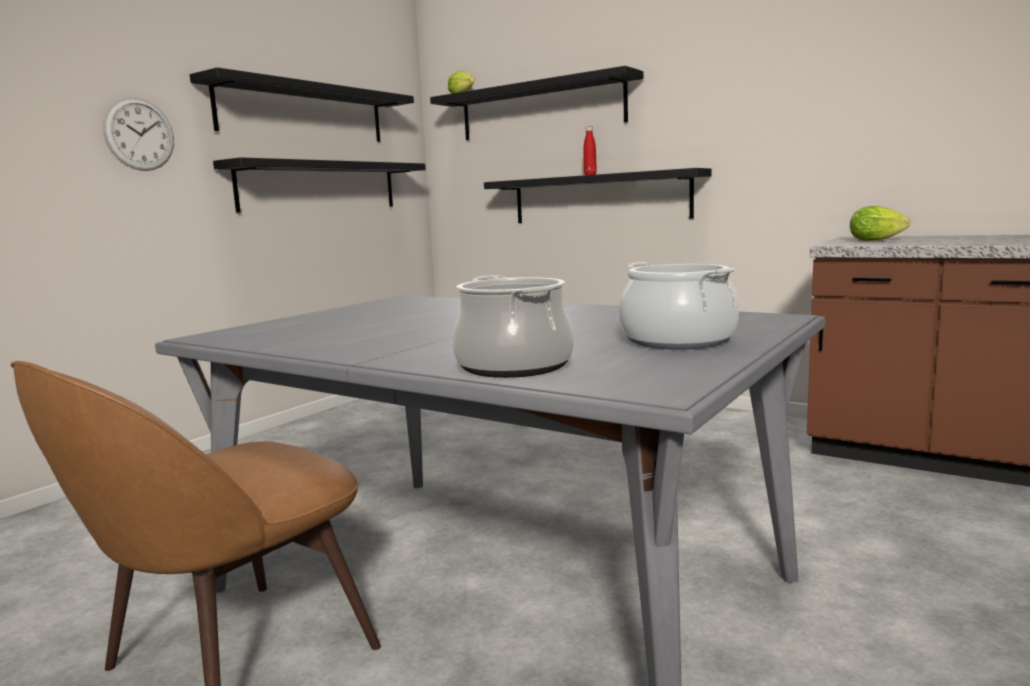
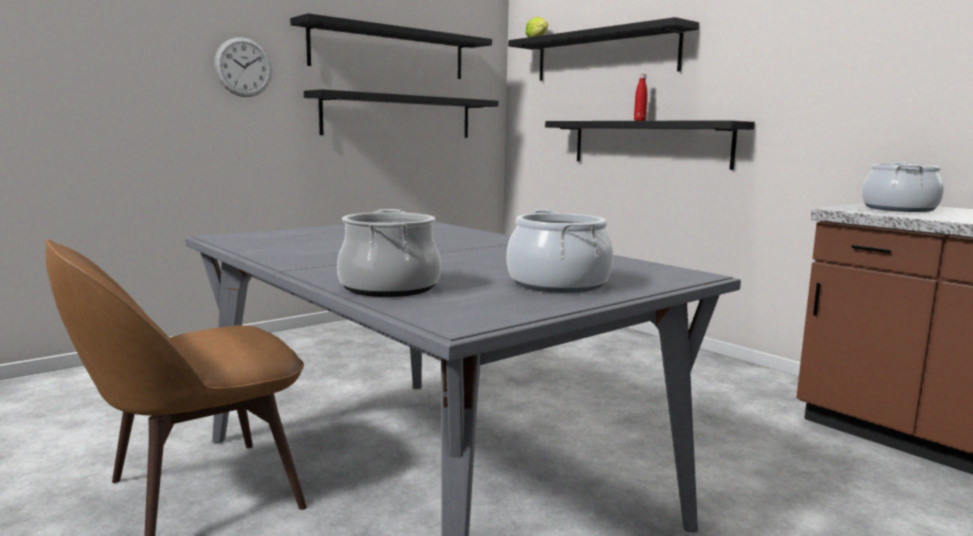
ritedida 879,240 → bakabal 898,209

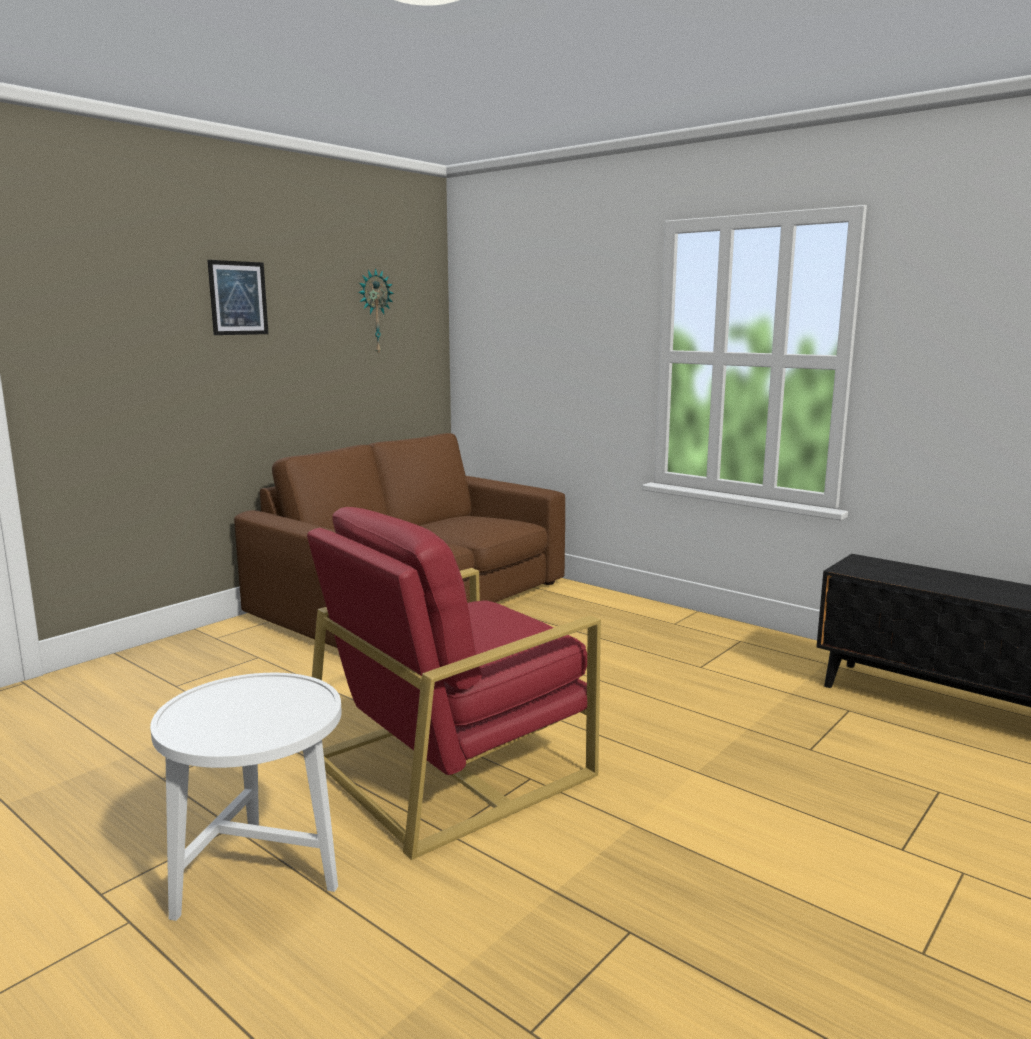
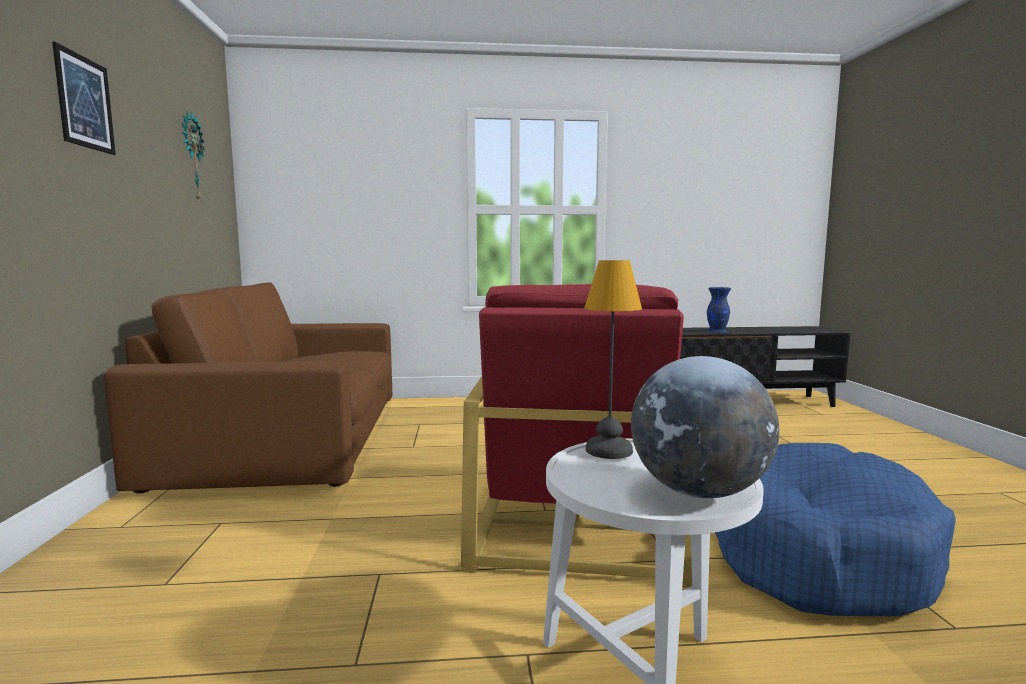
- → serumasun 609,450
- → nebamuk 699,492
- → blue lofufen 717,331
- → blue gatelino 816,551

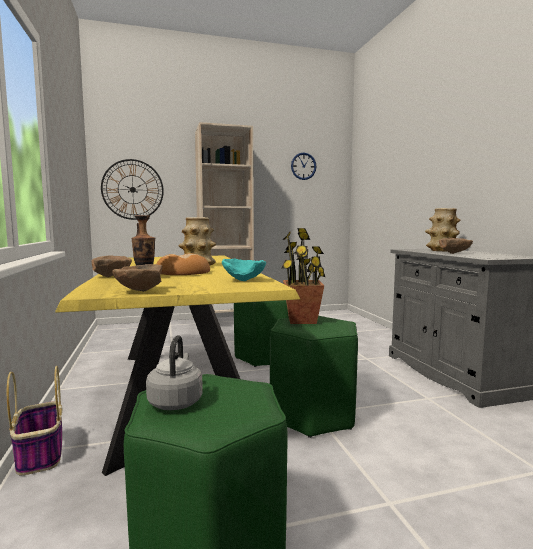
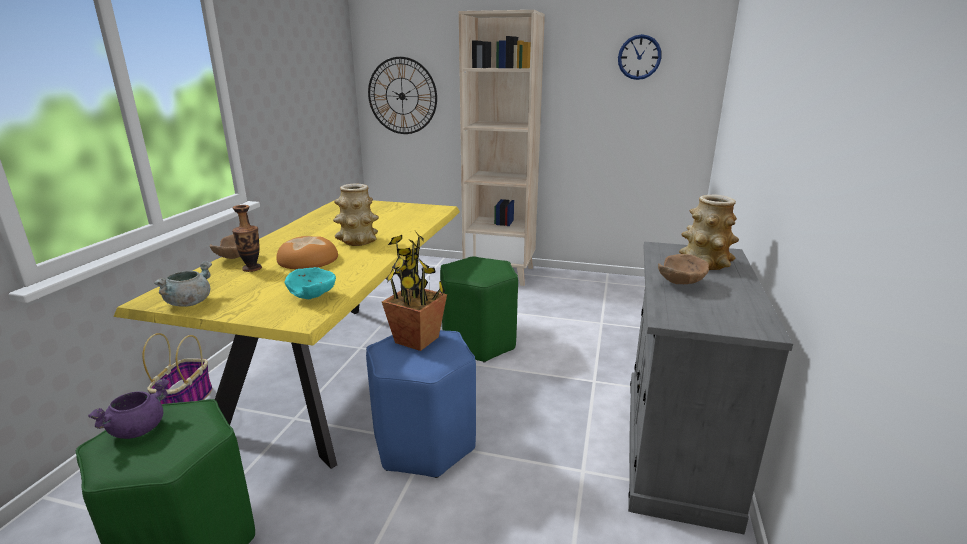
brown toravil 138,291 → grey bakabal 189,302
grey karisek 176,401 → purple bakabal 138,429
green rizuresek 313,415 → blue rizuresek 424,444

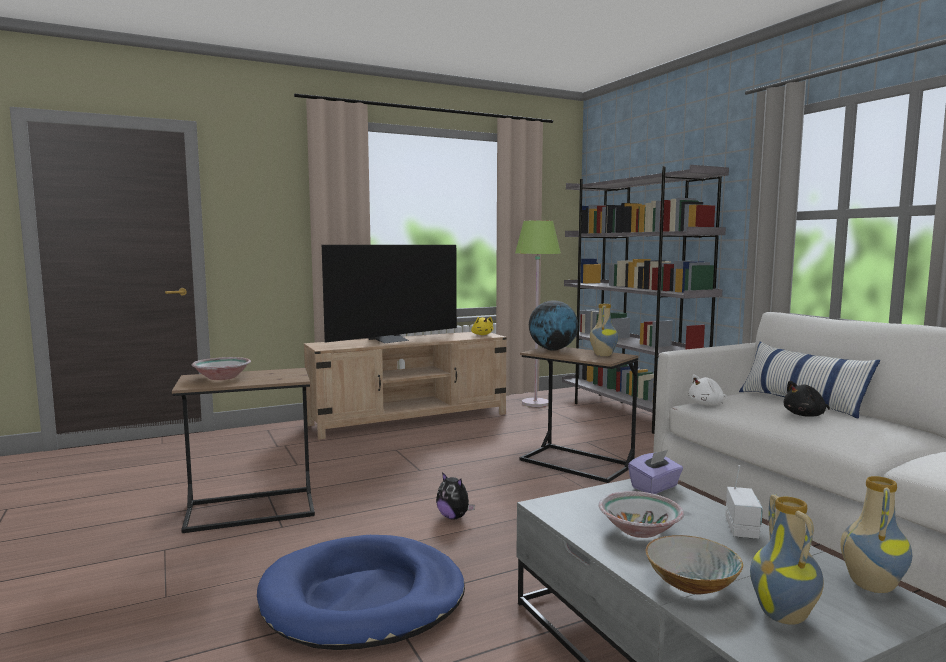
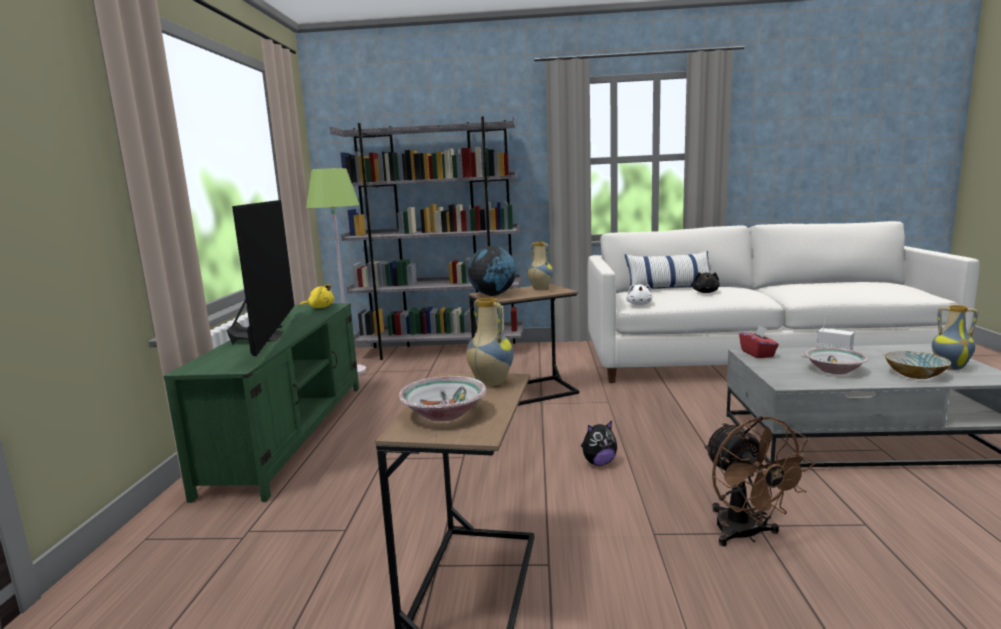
blue gatelino 363,598 → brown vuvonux 745,535
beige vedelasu 410,419 → green vedelasu 291,433
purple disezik 655,487 → red disezik 757,354
lofufen 869,585 → lofufen 490,383, relocated

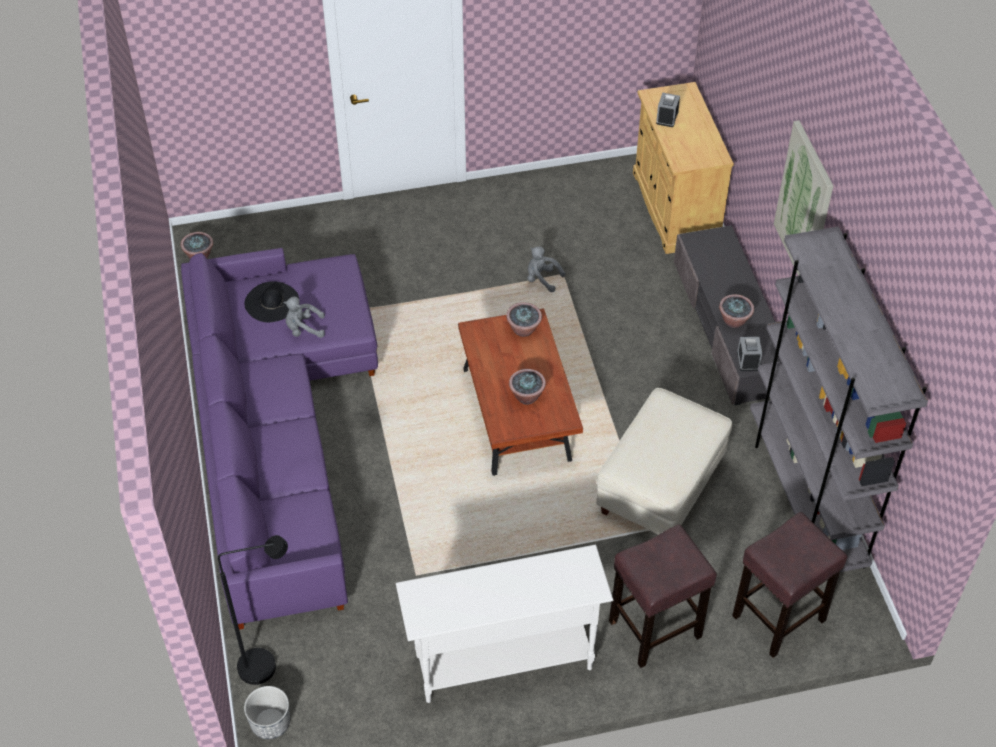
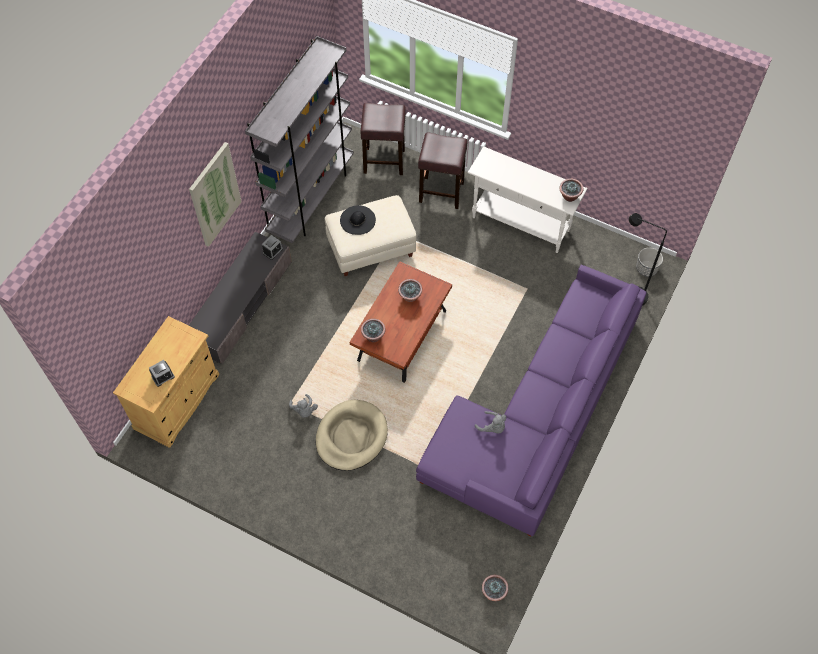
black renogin 271,302 → black renogin 357,220, relocated
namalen 734,321 → namalen 569,196, relocated
- → beige gatelino 351,436

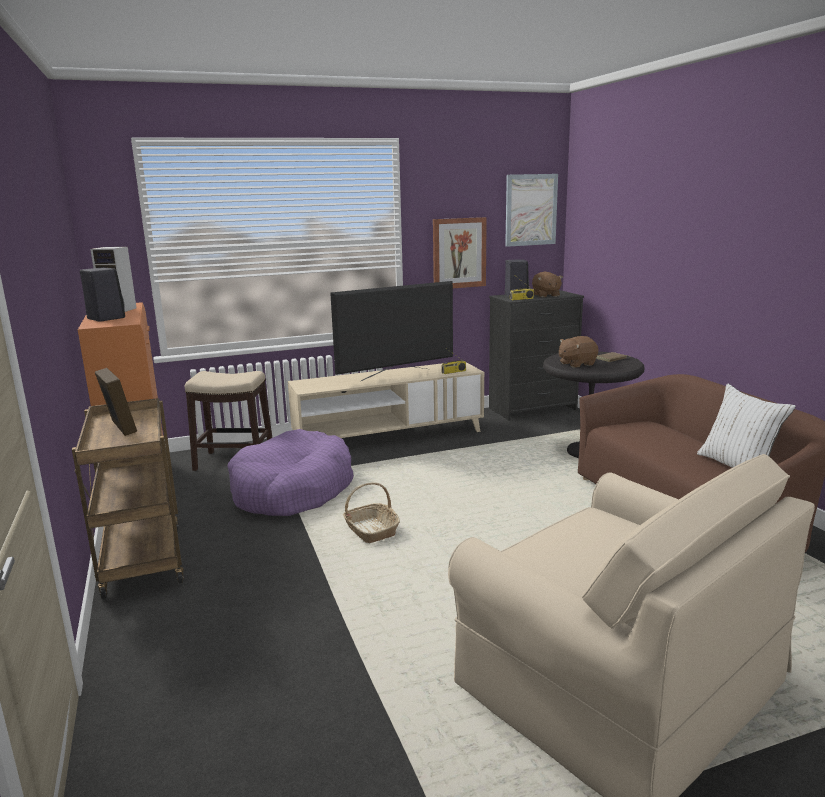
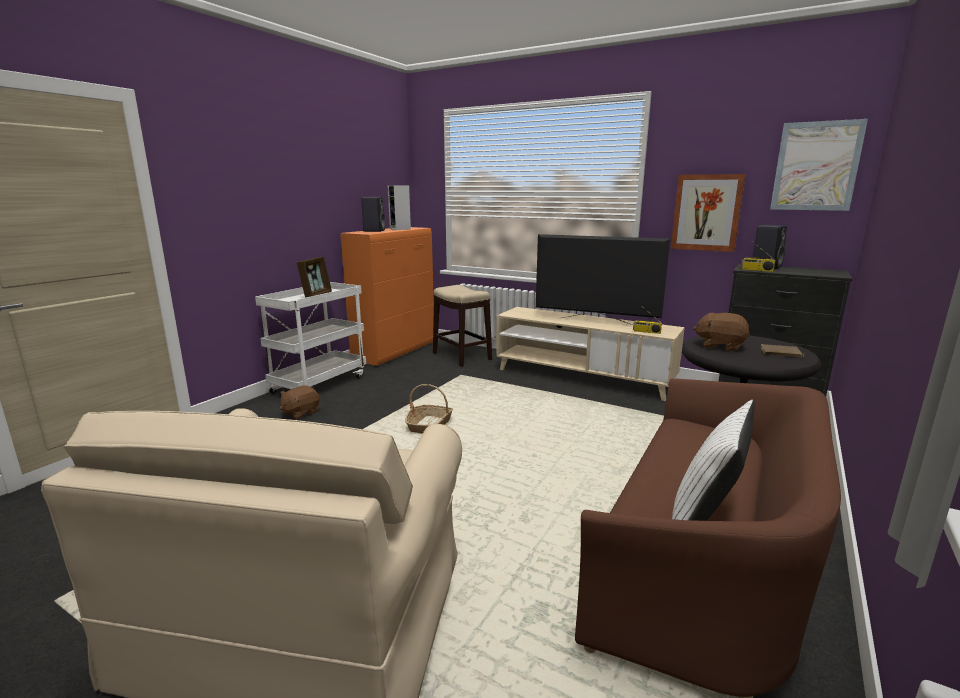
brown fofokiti 141,558 → white fofokiti 319,384
purple gatelino 292,490 → -
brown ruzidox 545,295 → brown ruzidox 300,413, relocated

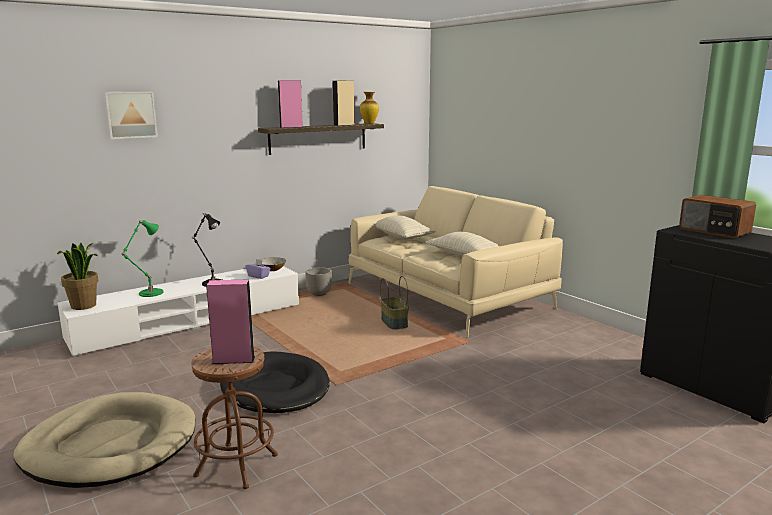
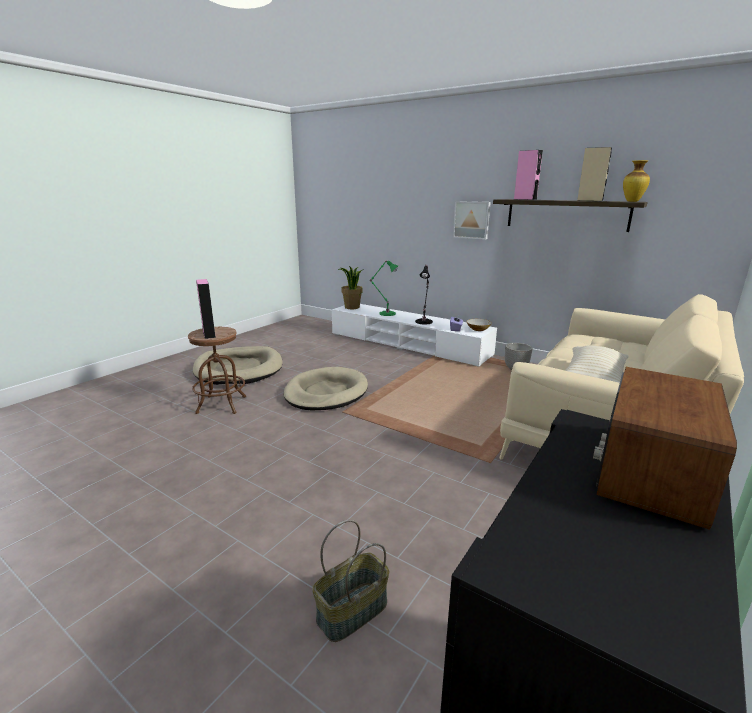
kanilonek 130,115 → kanilonek 472,220, relocated
black gatelino 276,388 → beige gatelino 326,392
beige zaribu 401,237 → -
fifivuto 394,323 → fifivuto 352,612, relocated

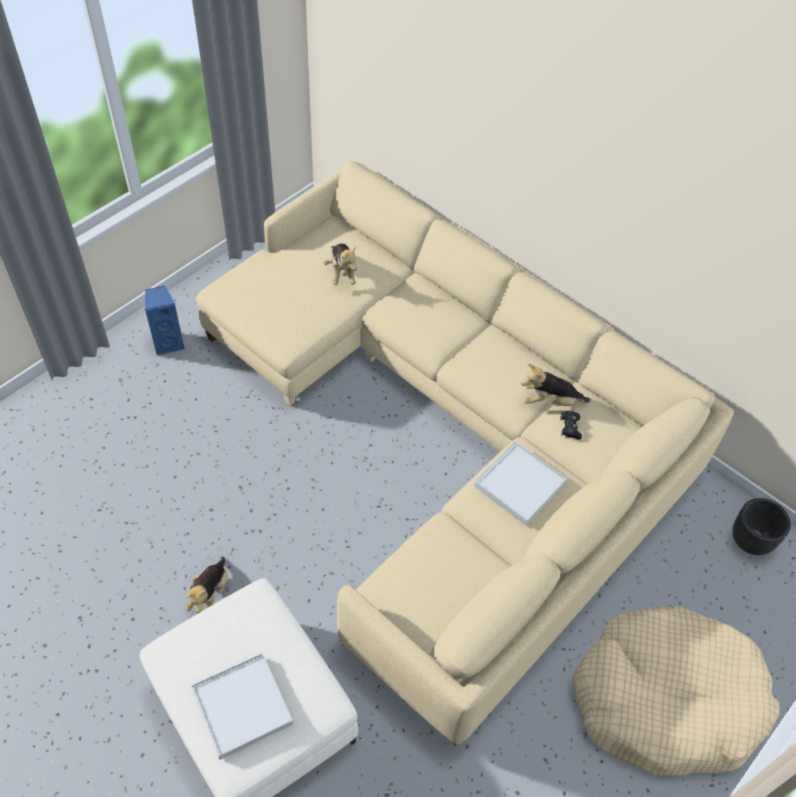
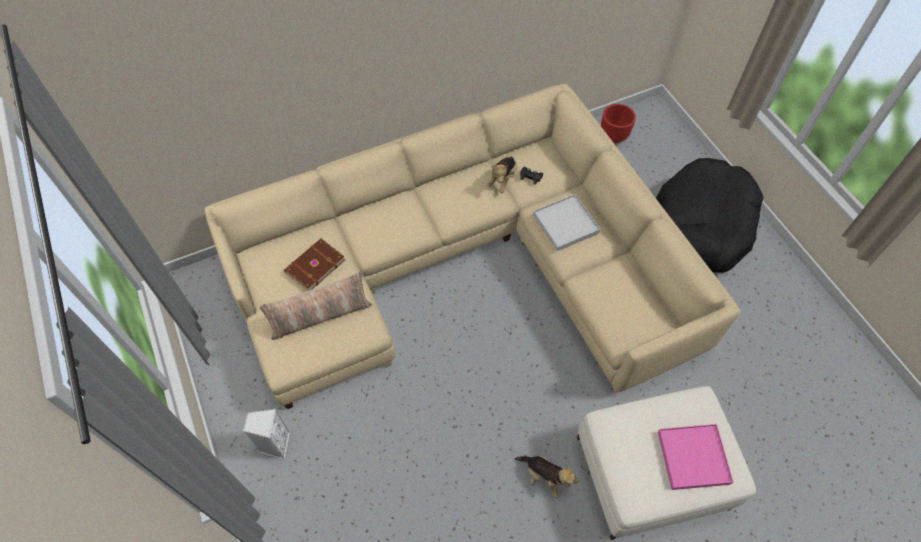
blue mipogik 169,343 → white mipogik 275,444
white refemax 242,706 → pink refemax 693,457
ruzidox 341,272 → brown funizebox 314,266
beige gatelino 665,699 → black gatelino 703,225
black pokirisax 750,542 → red pokirisax 613,136
- → zaribu 320,316

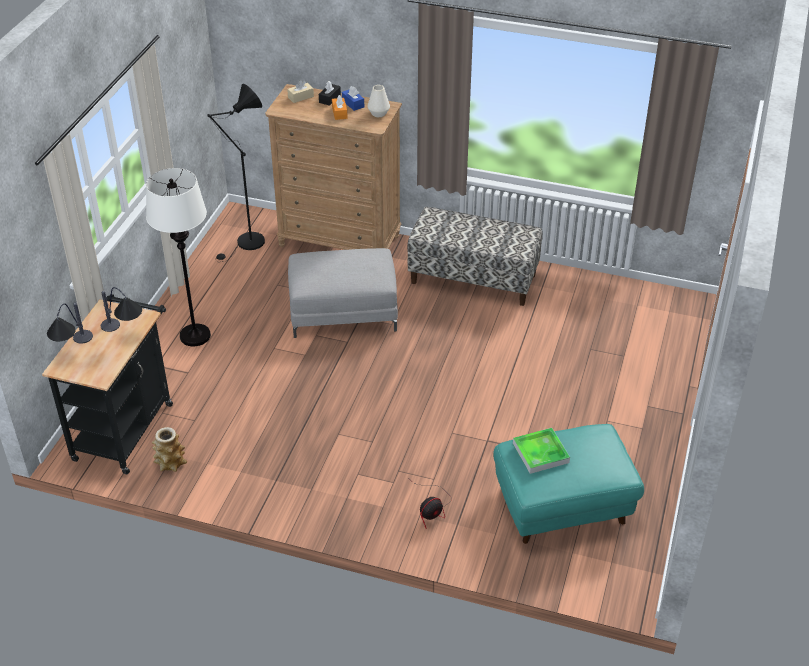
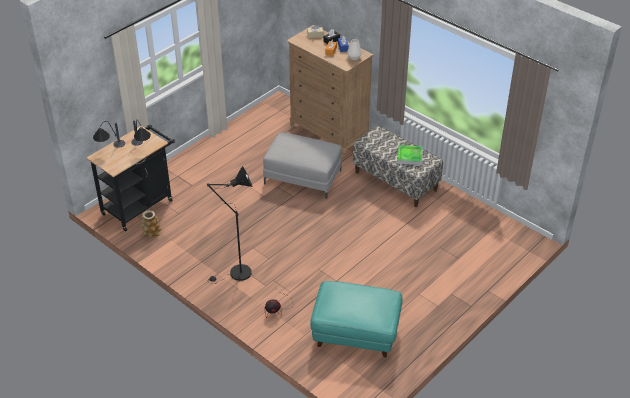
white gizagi 195,335 → -
black gizagi 247,244 → black gizagi 236,274, relocated
refemax 540,453 → refemax 410,156, relocated

